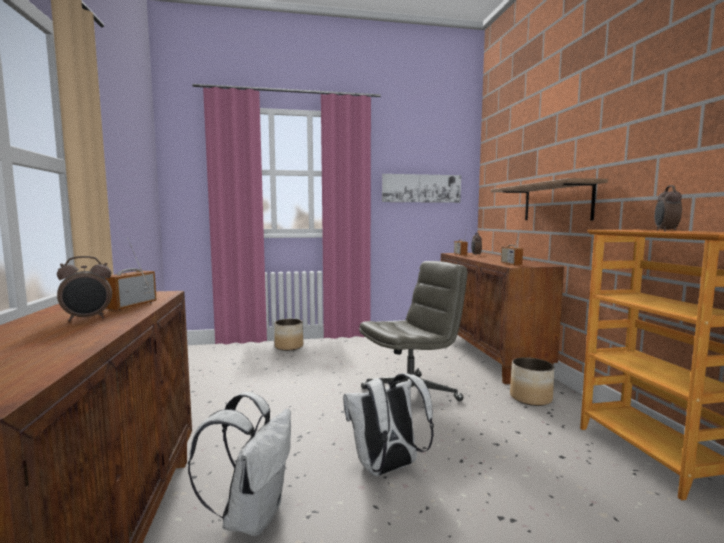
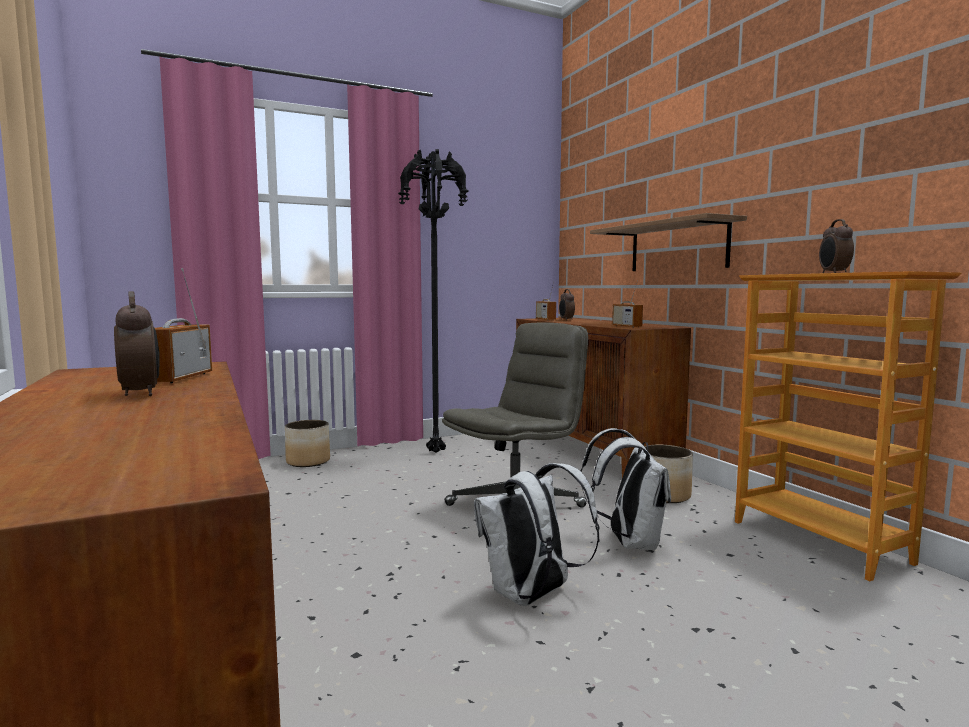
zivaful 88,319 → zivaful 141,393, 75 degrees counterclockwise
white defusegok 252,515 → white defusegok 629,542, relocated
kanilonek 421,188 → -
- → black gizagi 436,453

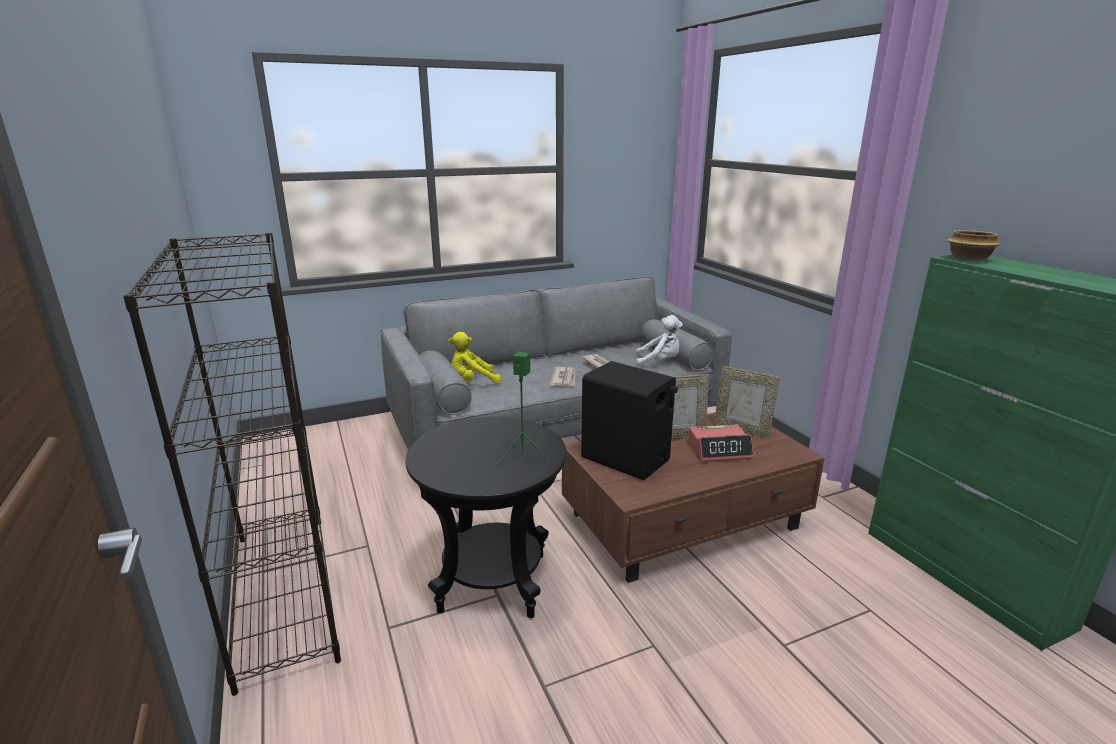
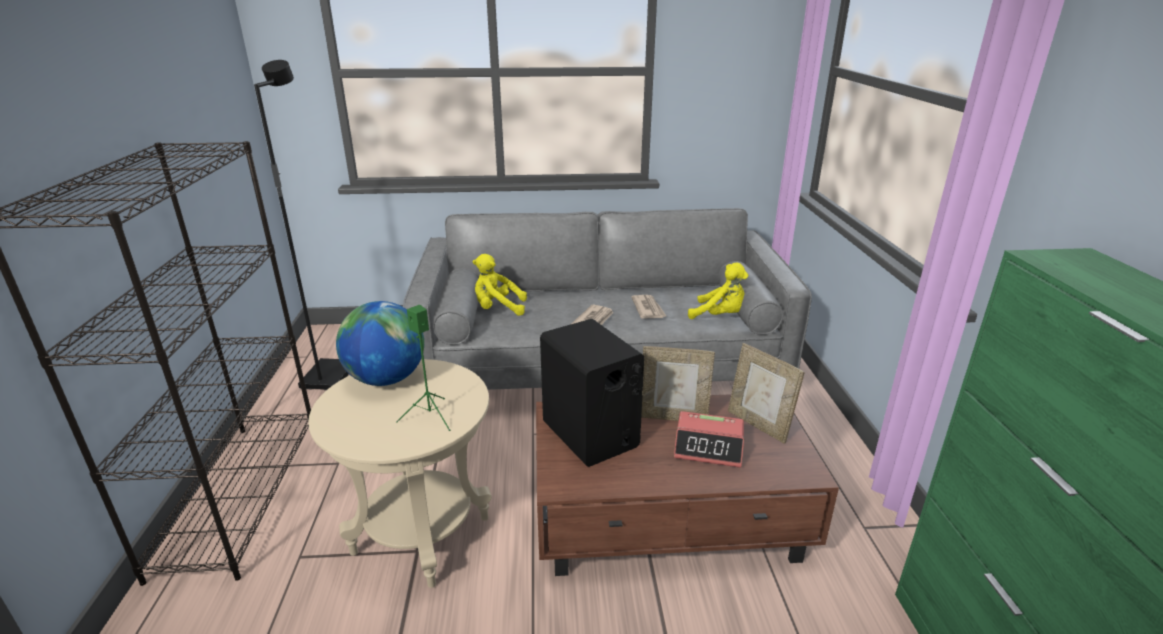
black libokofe 493,583 → beige libokofe 421,536
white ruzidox 659,362 → yellow ruzidox 720,316
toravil 968,259 → -
- → black gizagi 327,376
- → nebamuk 386,379

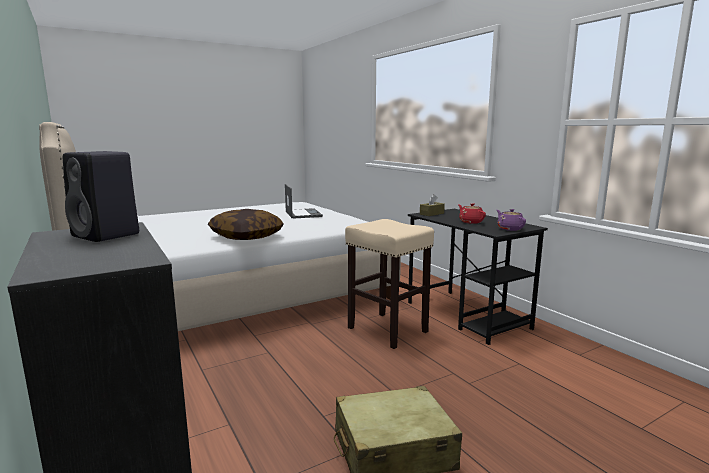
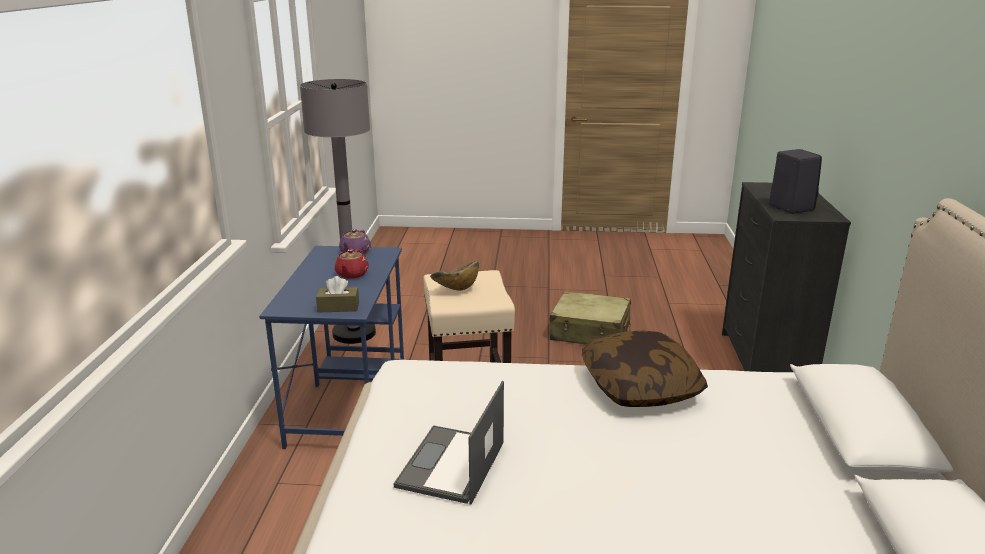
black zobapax 467,315 → blue zobapax 349,402
- → grey gizagi 354,333
- → toravil 456,290

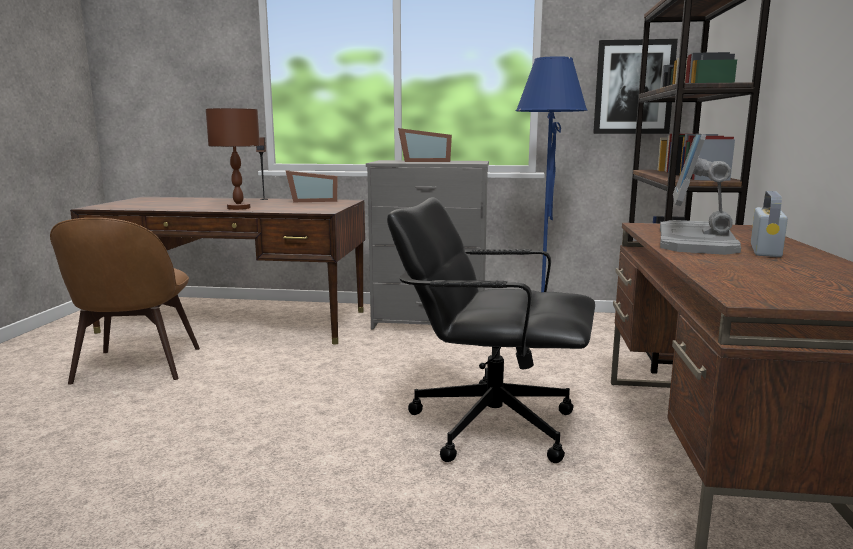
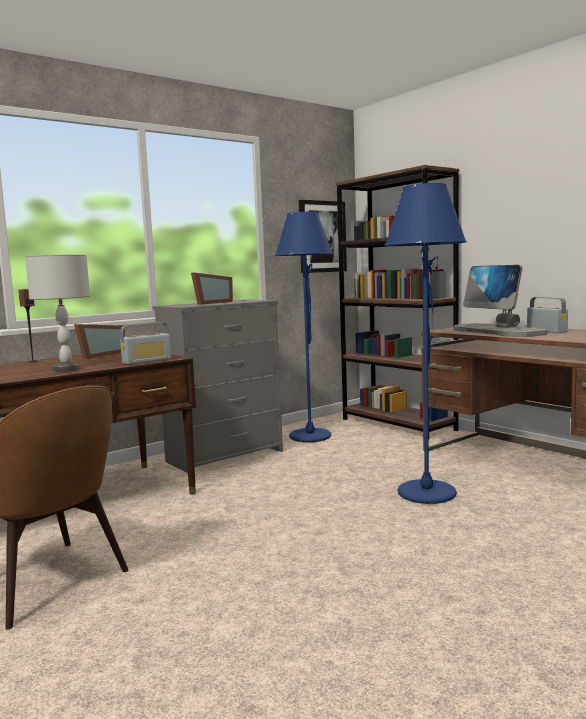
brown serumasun 238,208 → grey serumasun 67,369
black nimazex 491,424 → blue gizagi 426,493
- → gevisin 147,361

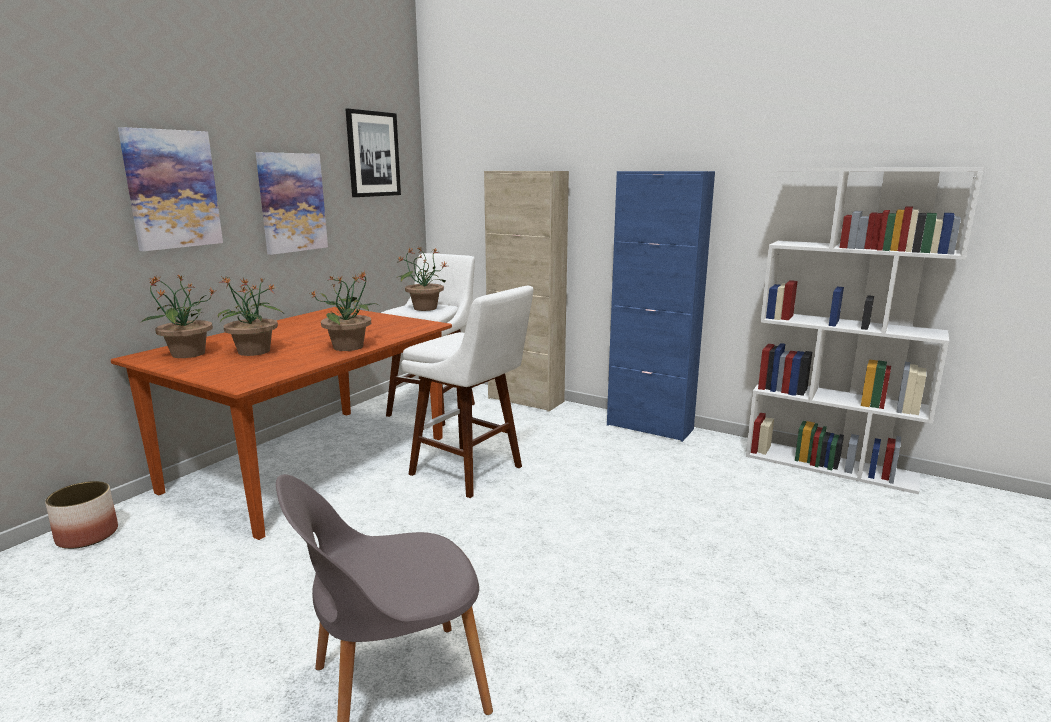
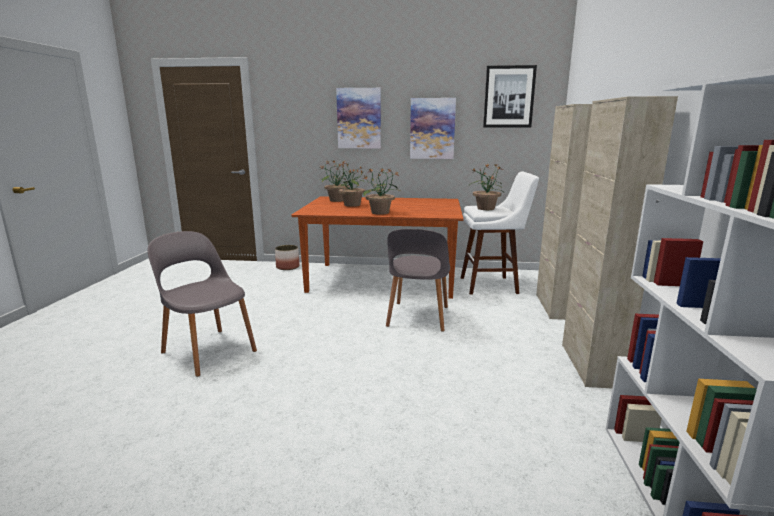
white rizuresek 471,472 → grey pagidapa 417,317
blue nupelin 649,427 → beige nupelin 591,365

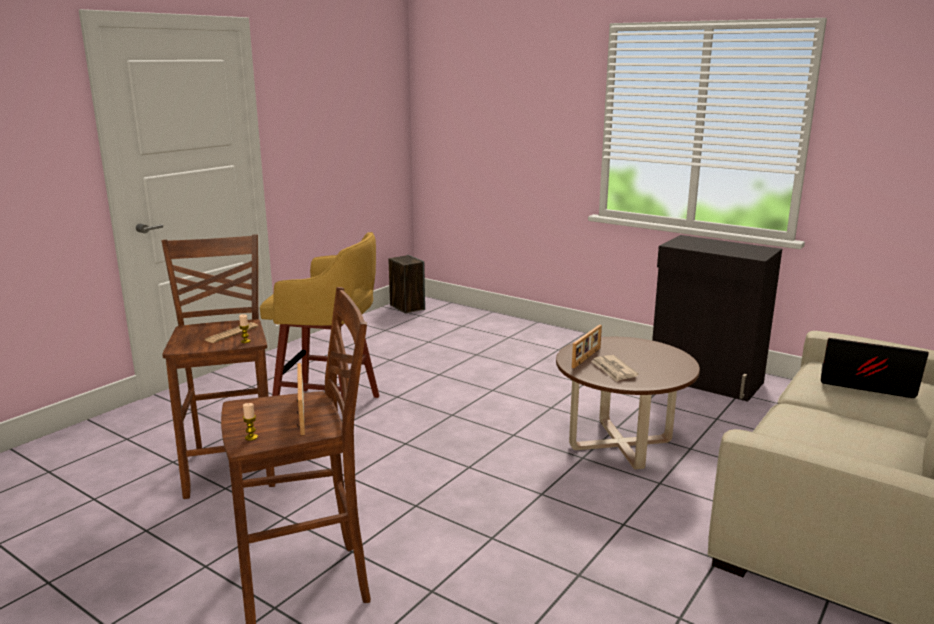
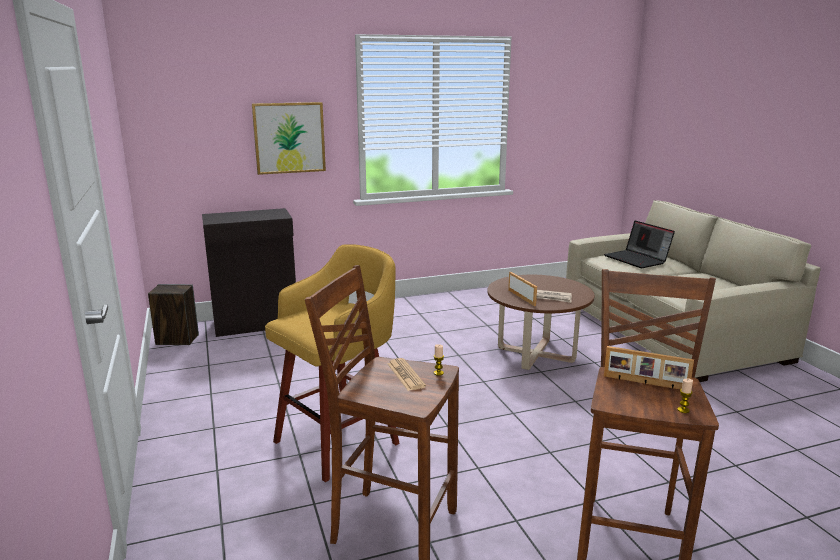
black nupelin 706,380 → black nupelin 256,324, relocated
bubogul 864,385 → bubogul 637,259, 90 degrees counterclockwise
- → kanilonek 289,138

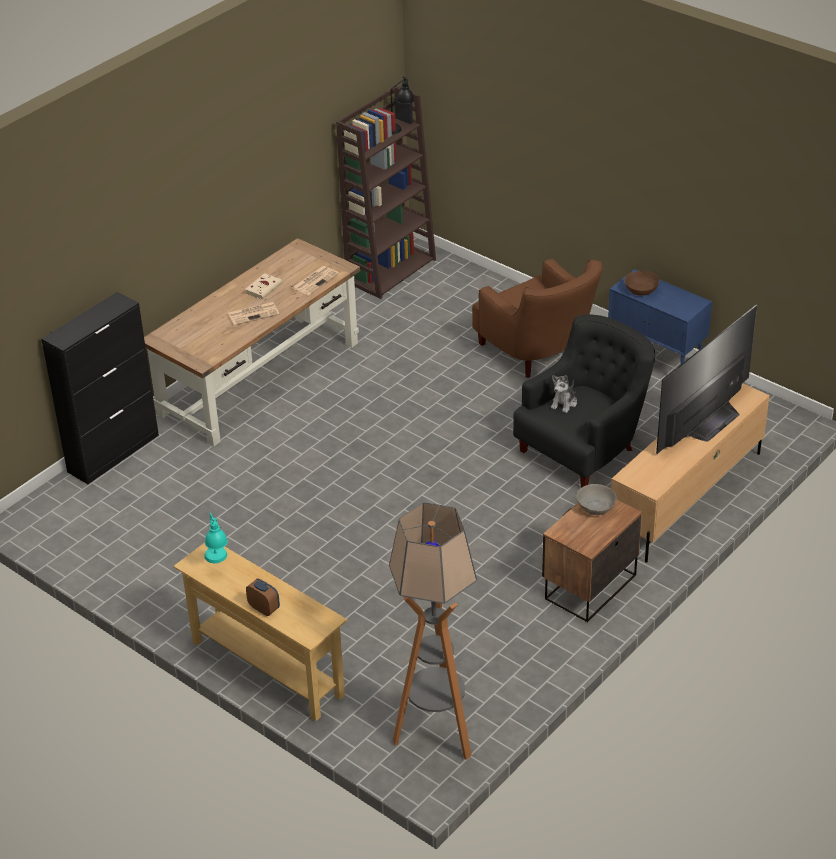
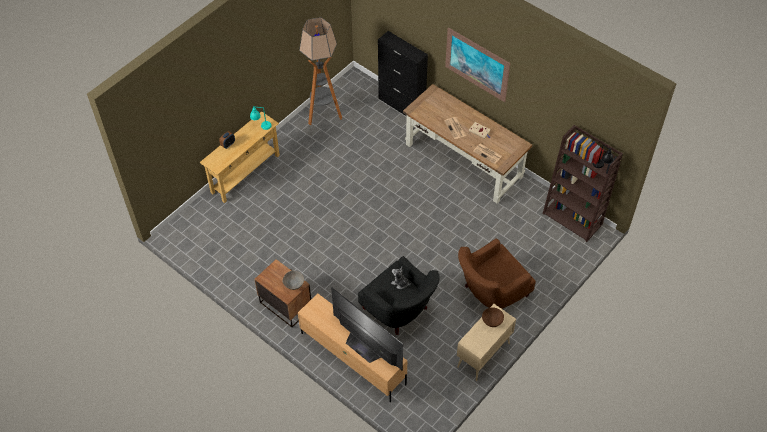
gizagi 437,733 → gizagi 323,114, relocated
blue nupelin 656,360 → beige nupelin 483,355
- → kanilonek 477,64

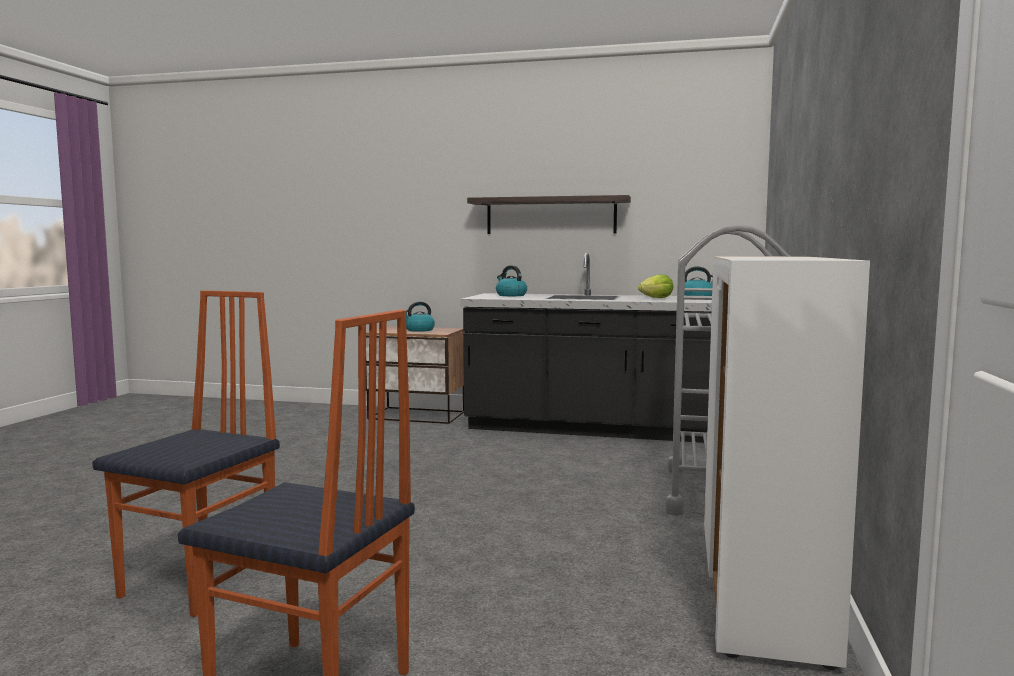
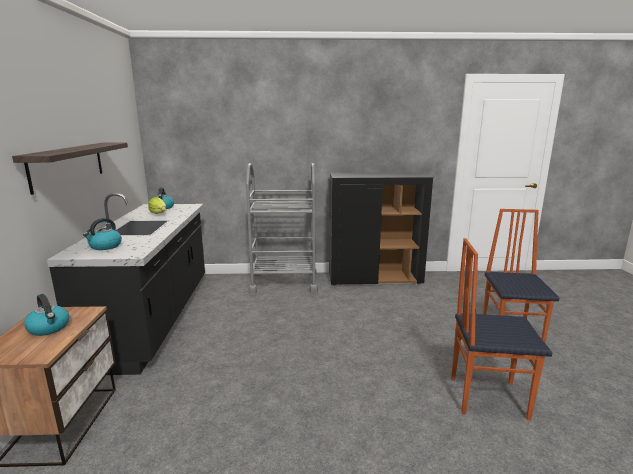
white nupelin 762,589 → black nupelin 375,279

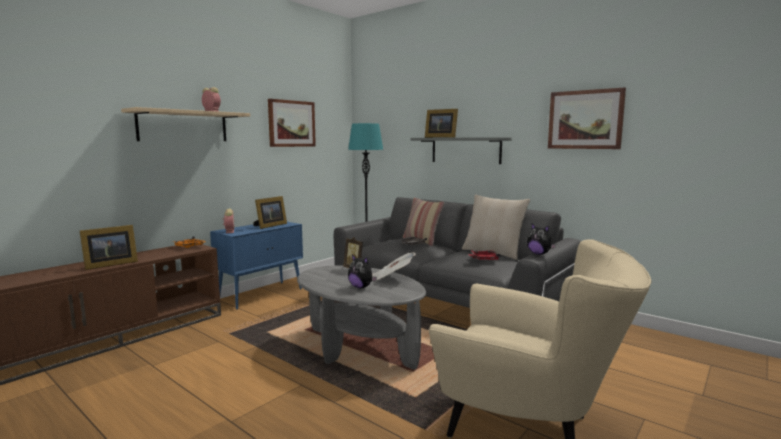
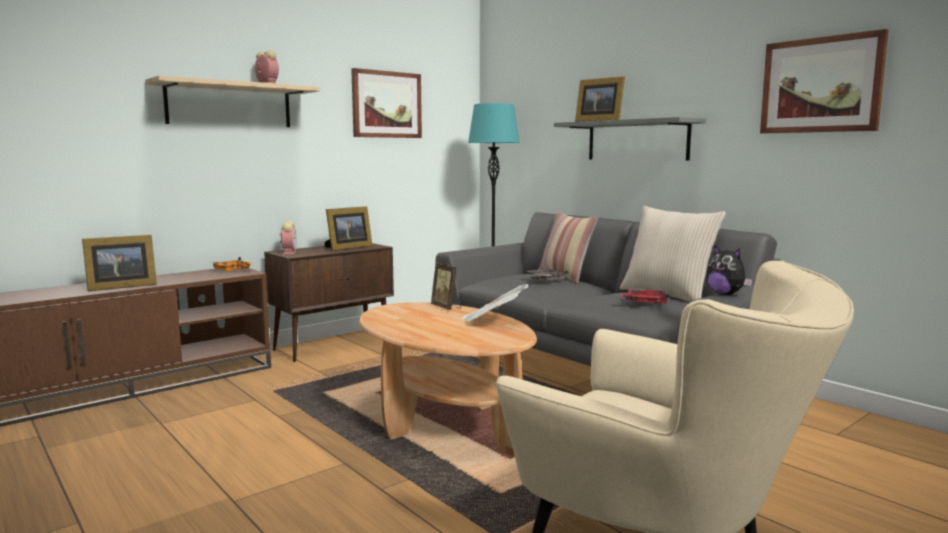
blue nupelin 262,295 → brown nupelin 334,345
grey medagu 359,348 → brown medagu 444,421
ruzidox 361,287 → -

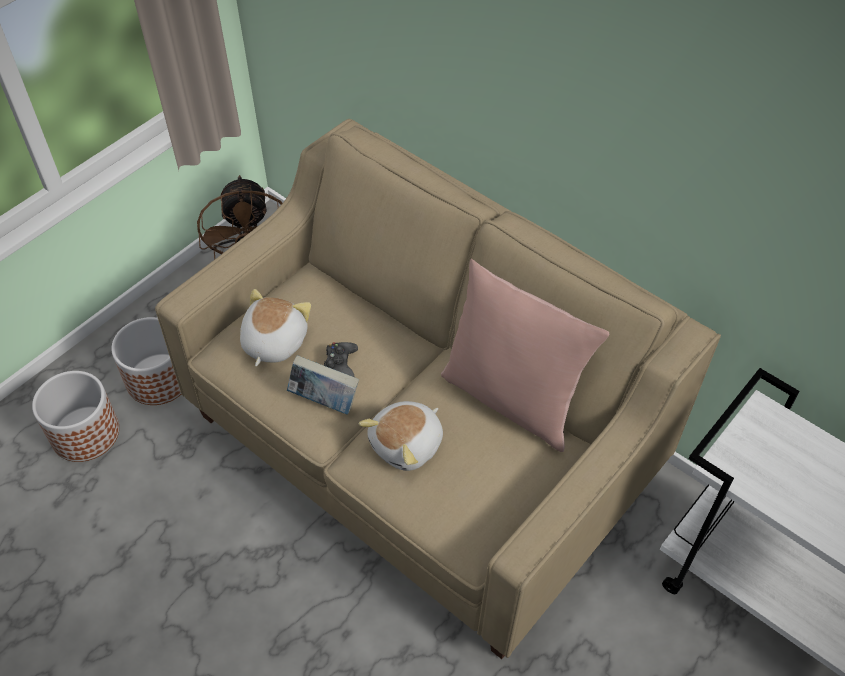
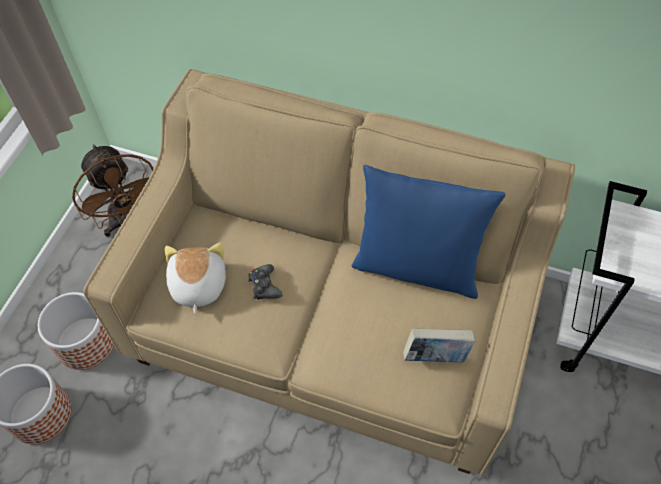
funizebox 324,401 → funizebox 435,356, relocated
ruzidox 408,445 → -
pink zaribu 512,398 → blue zaribu 417,267

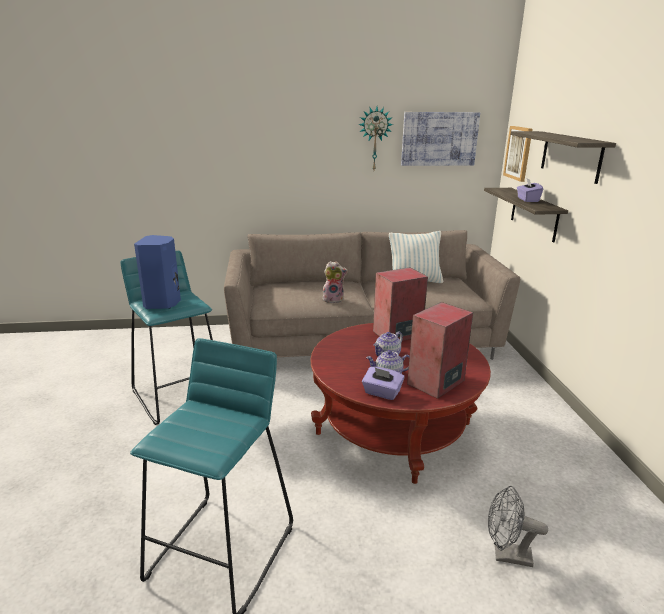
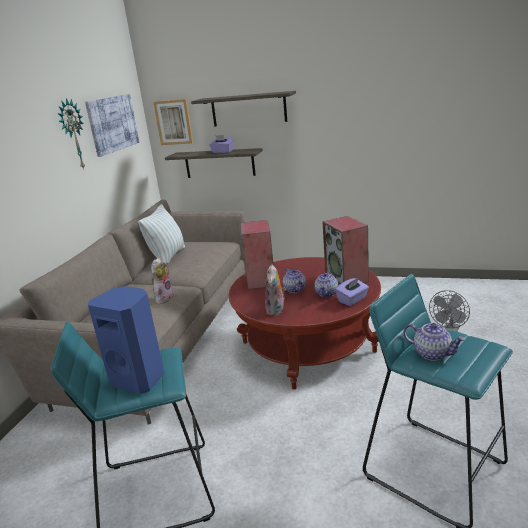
- → ruzidox 276,310
- → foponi 432,353

